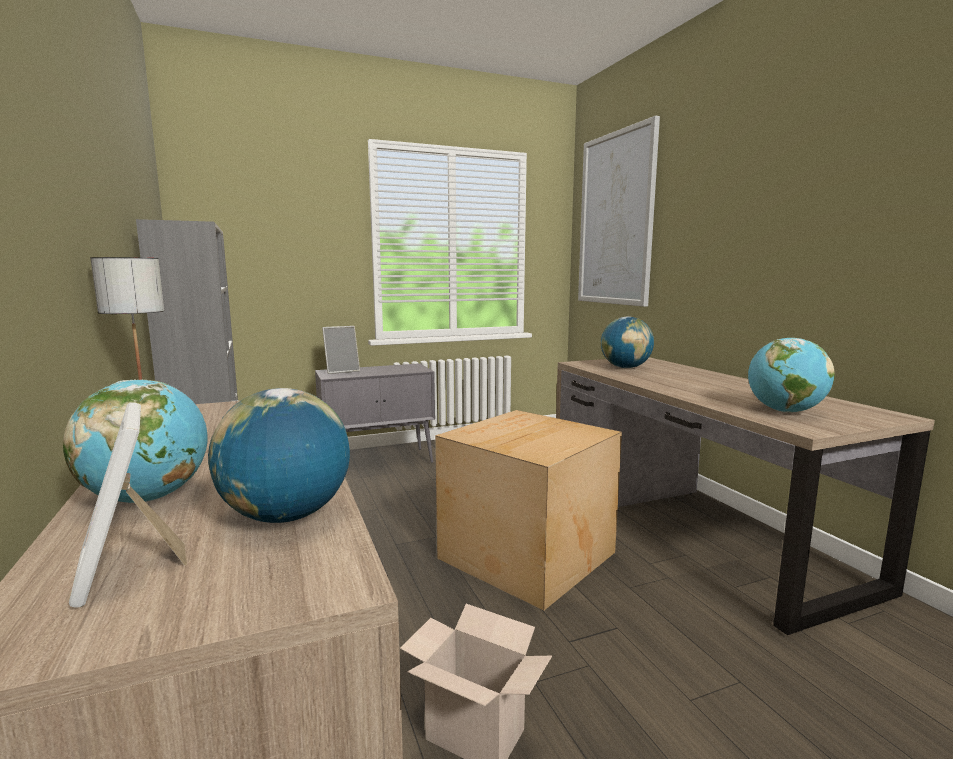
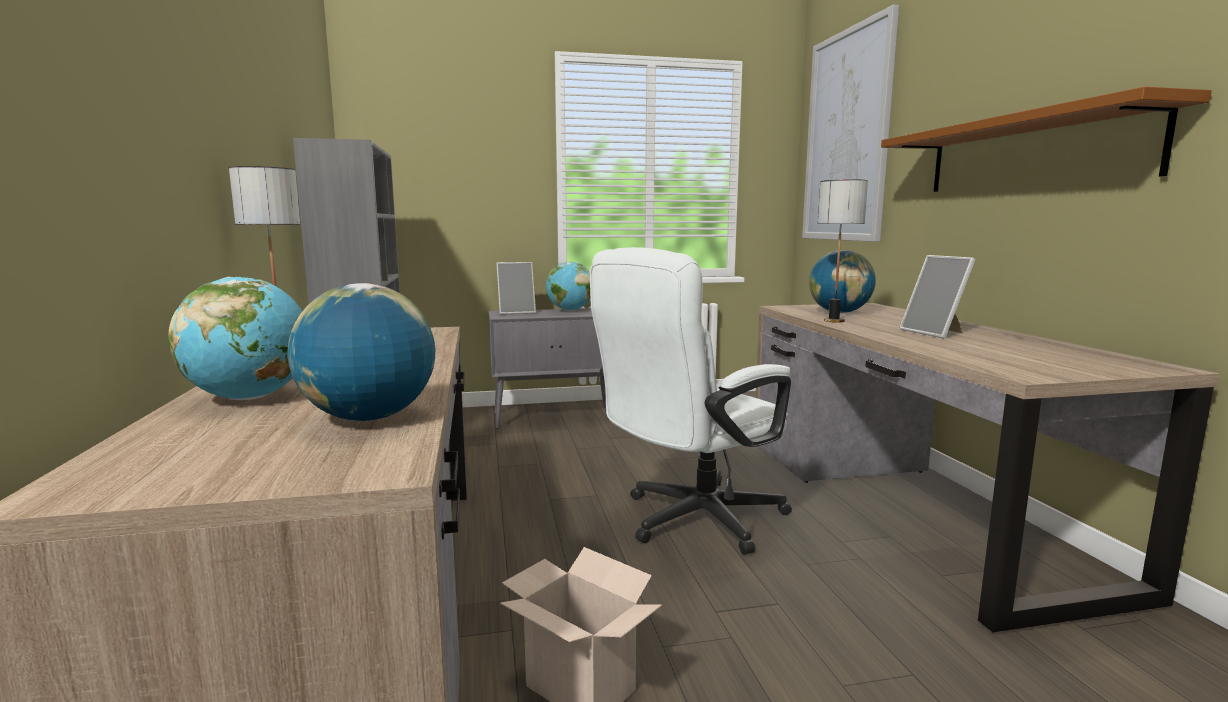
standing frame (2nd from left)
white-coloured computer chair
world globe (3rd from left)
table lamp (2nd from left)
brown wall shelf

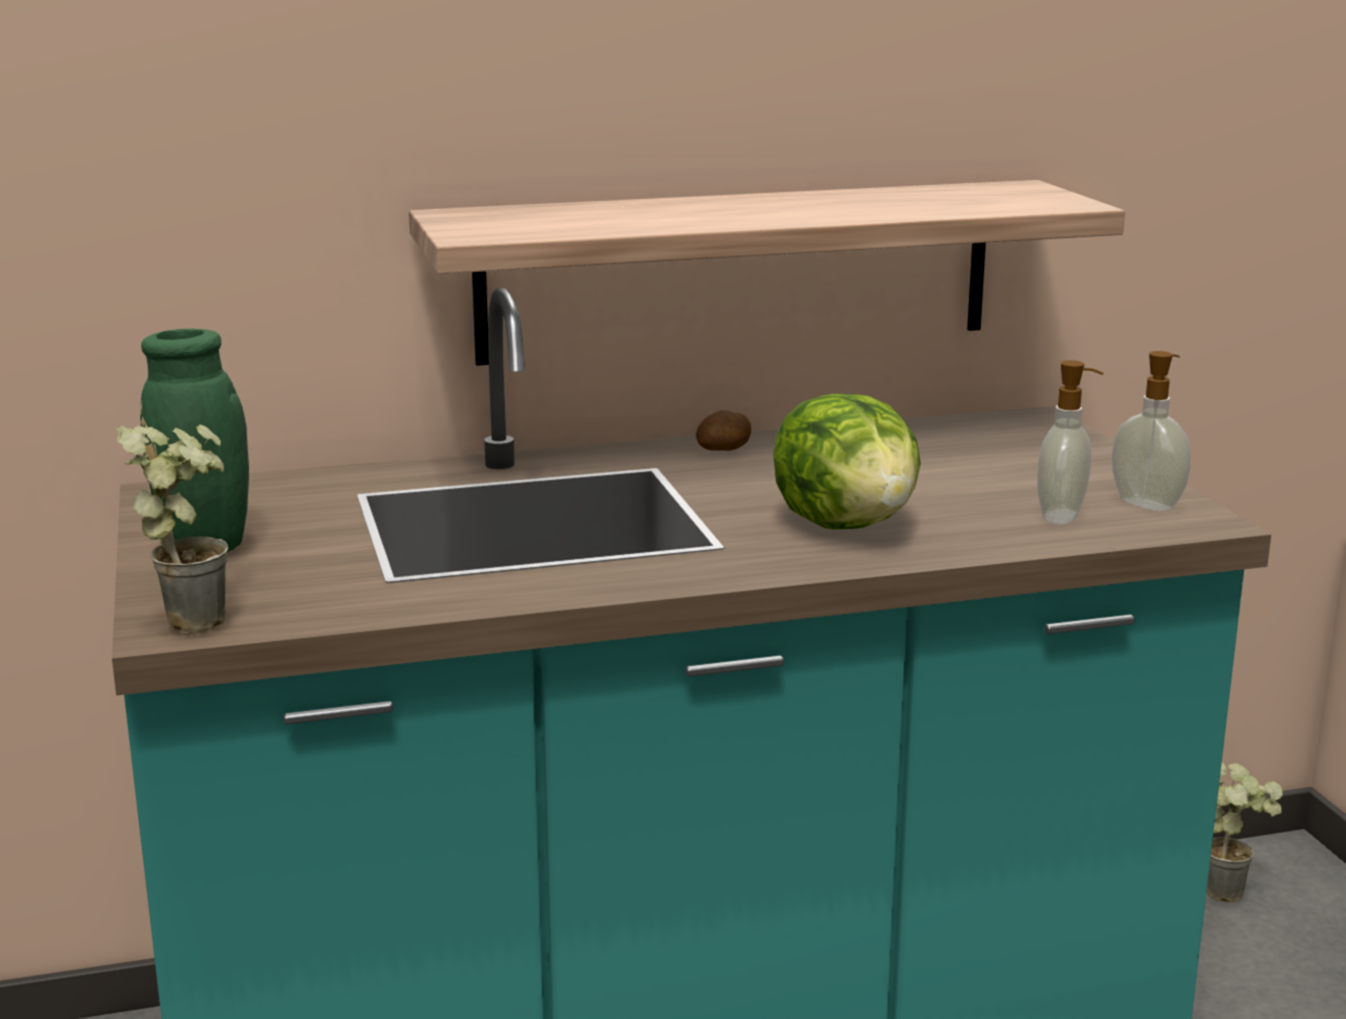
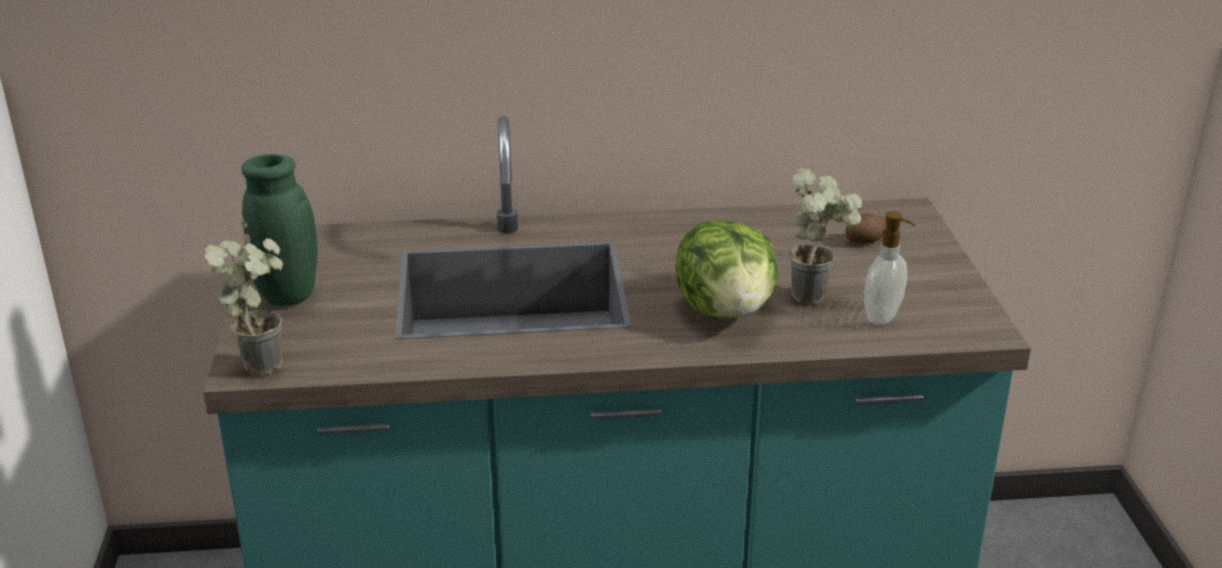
wall shelf
potato
soap bottle (2nd from left in the first image)
potted plant (2nd from left)

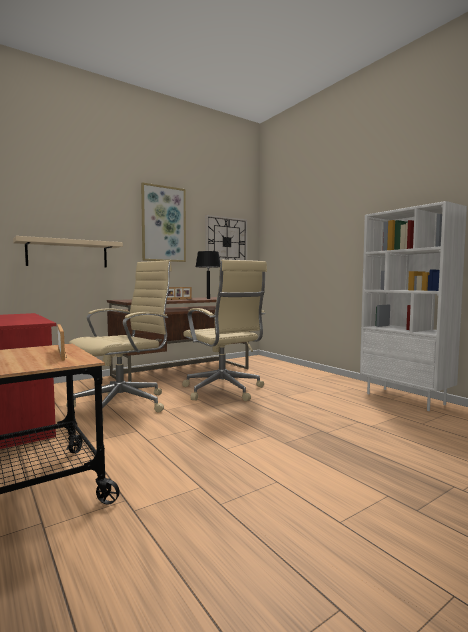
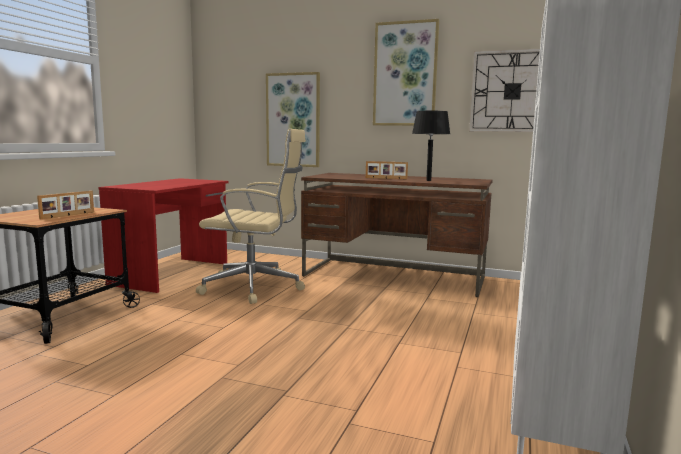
picture (1st from left)
beige computer chair (2nd from left in the first image)

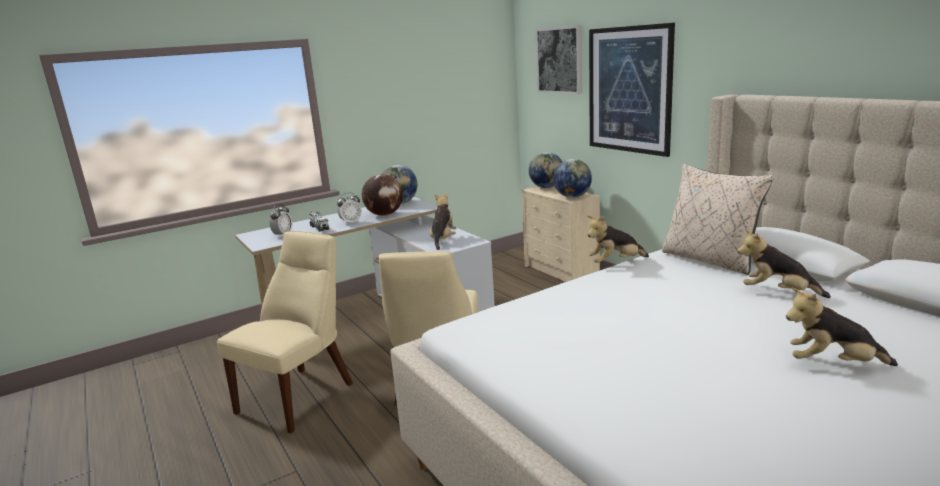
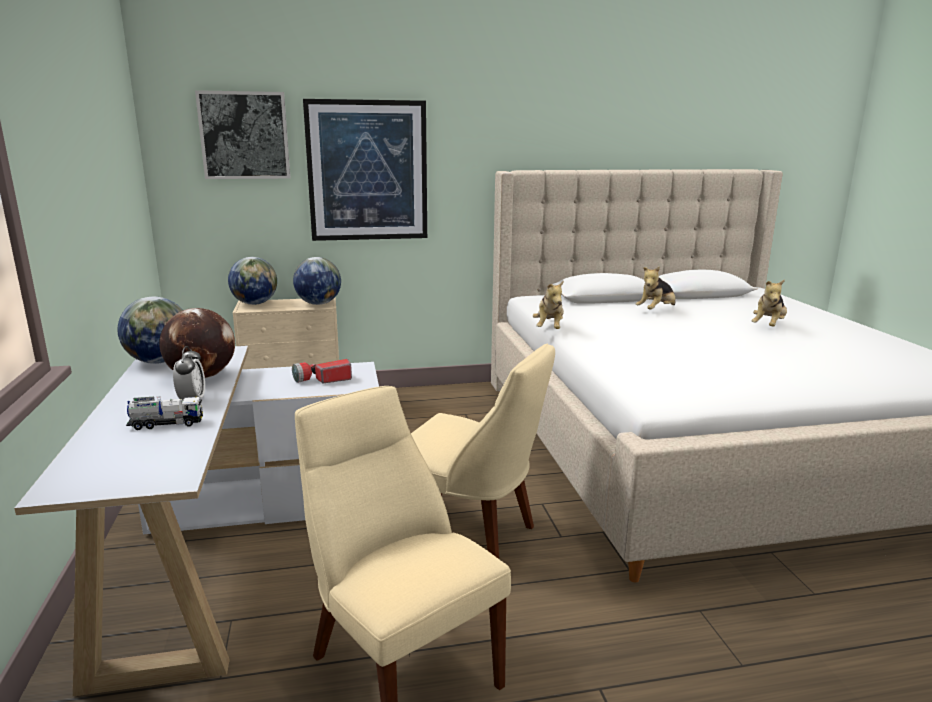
alarm clock (1st from left in the first image)
torch
beige pillow

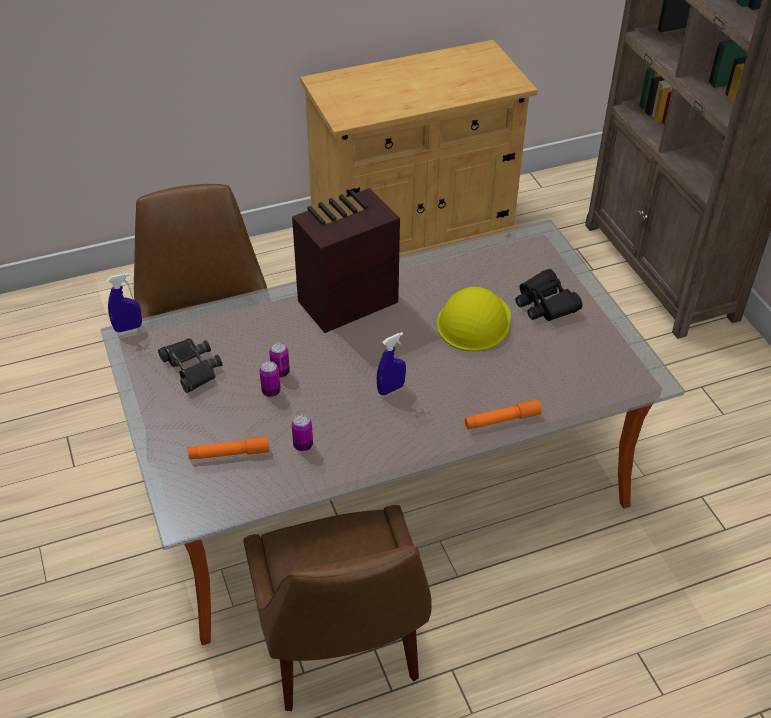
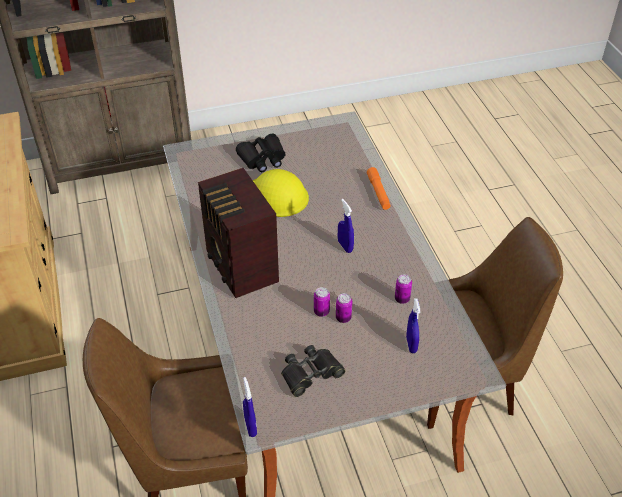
blue hand sprayer (3rd from left)

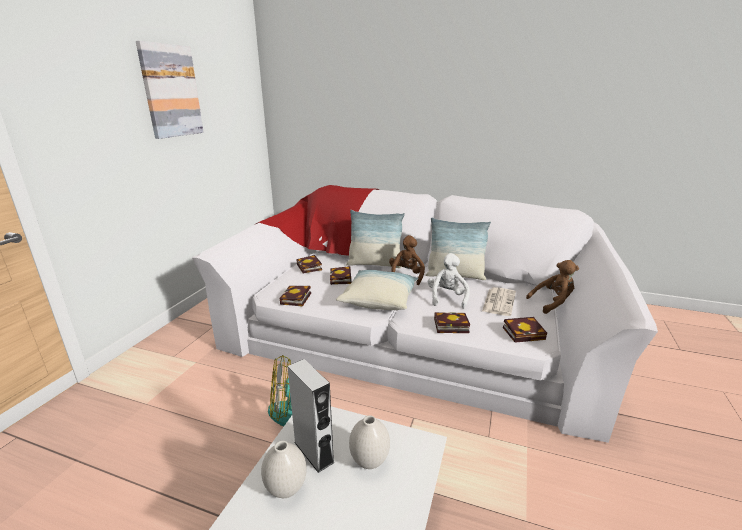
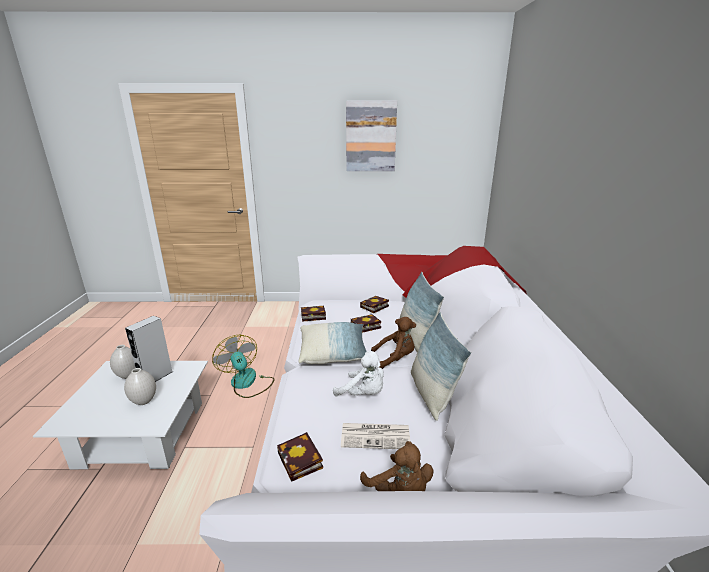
white-coloured cuddly toy
book (4th from left in the first image)

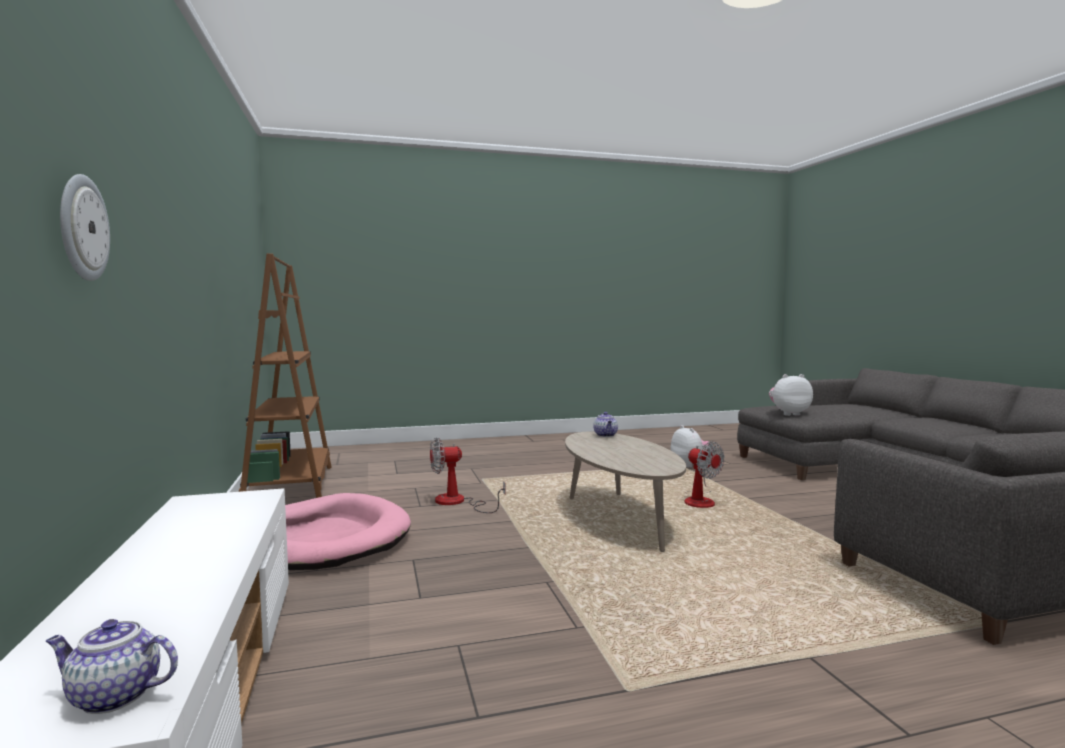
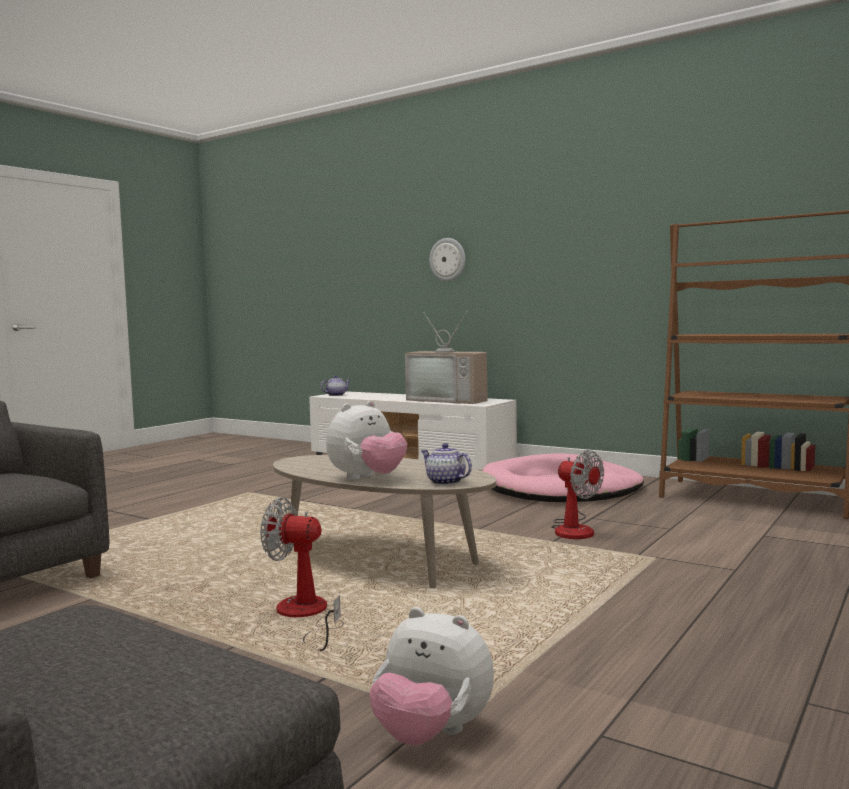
fan (2nd from left)
cuddly toy (1st from left)
television

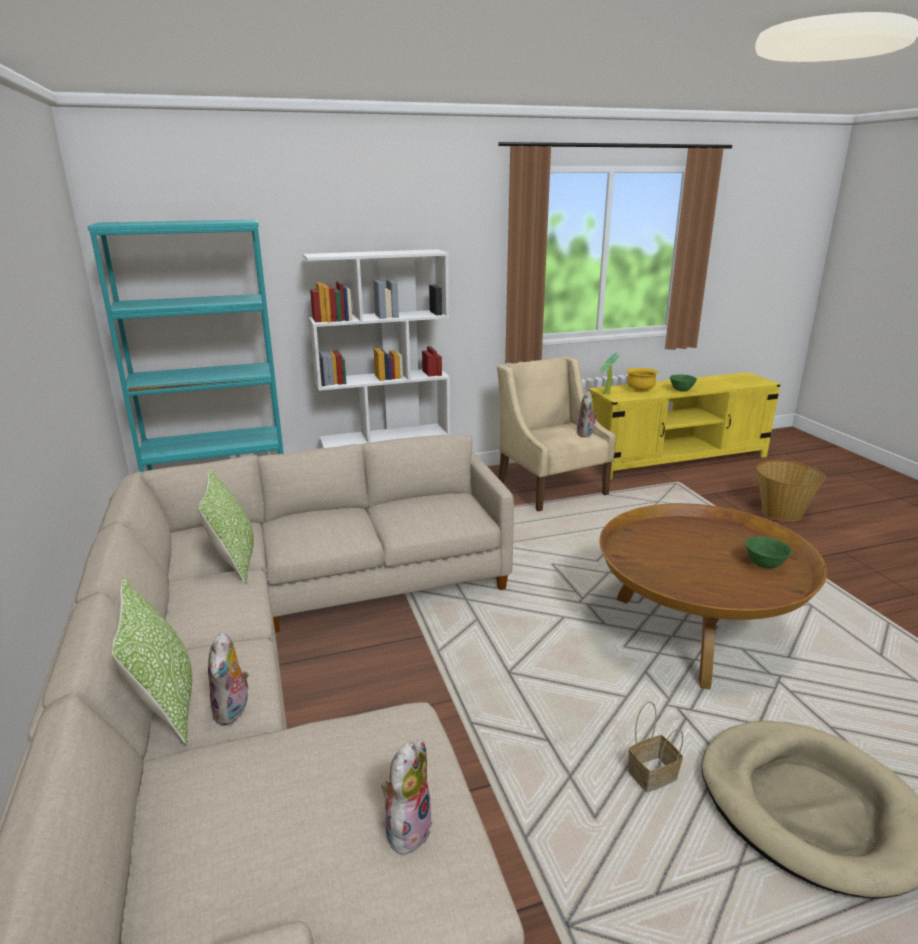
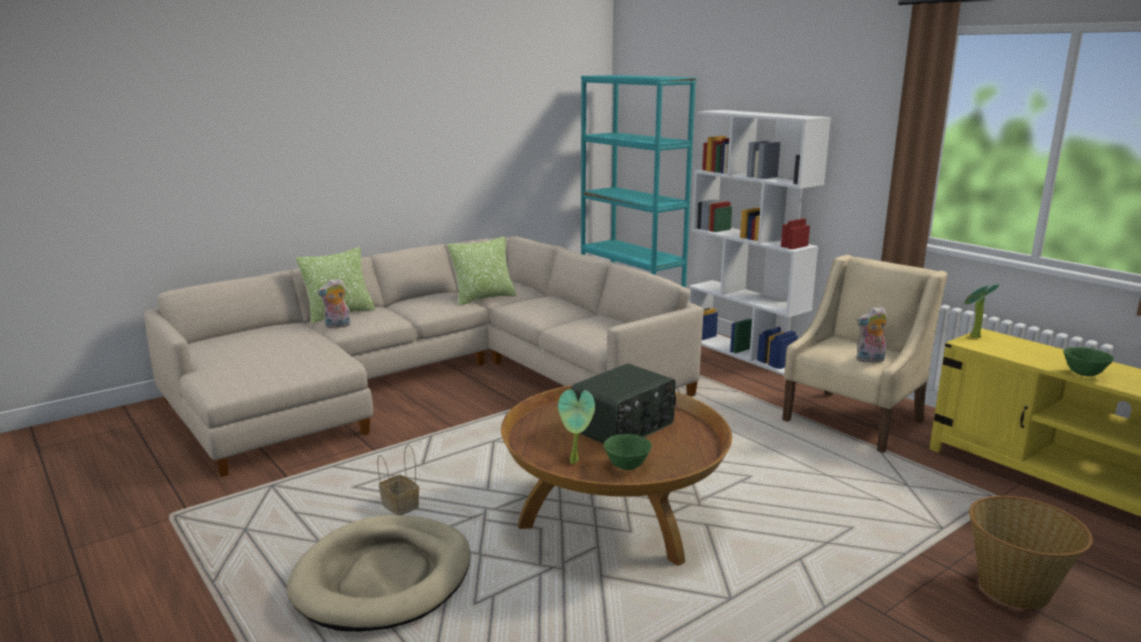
cuddly toy (2nd from left in the first image)
yellow deep dish
potted plant (1st from left)
radio

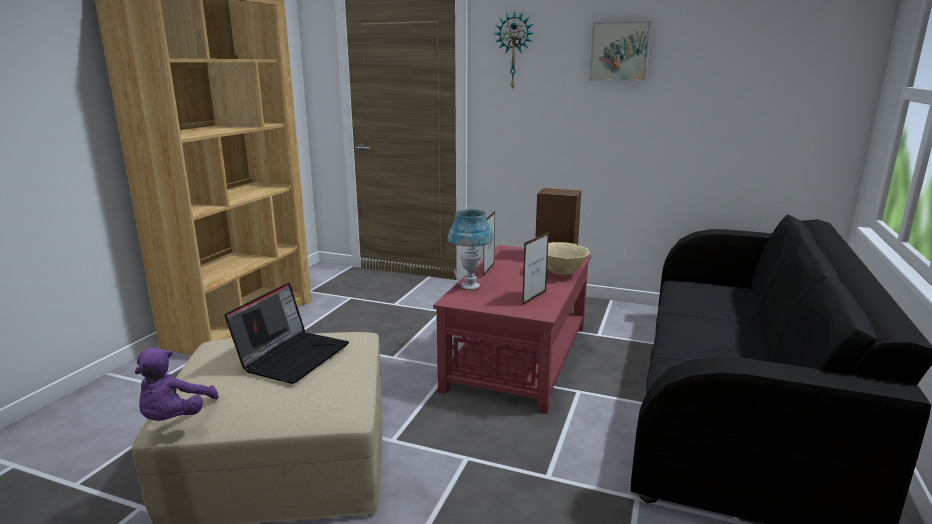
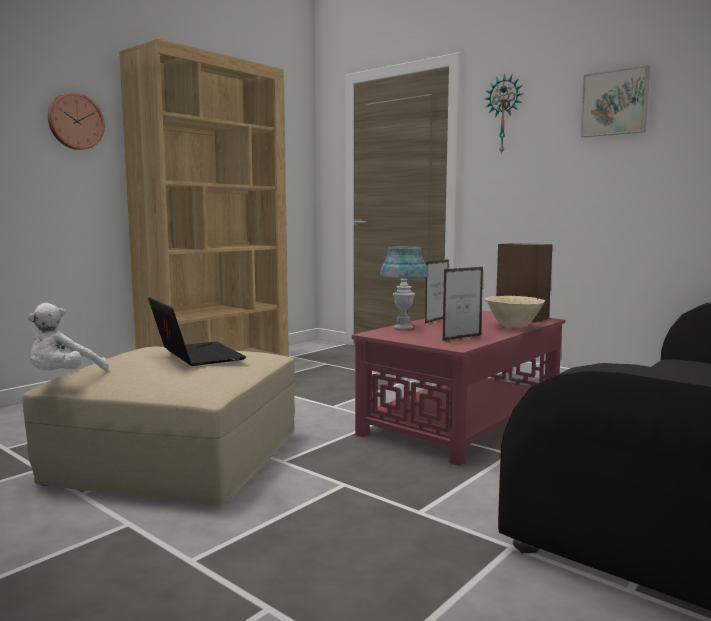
white-coloured cuddly toy
laptop
hanging clock (1st from left)

